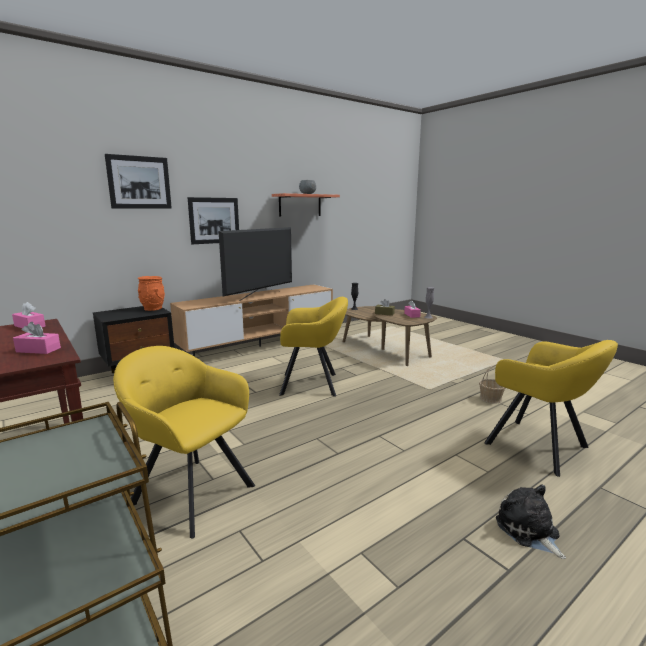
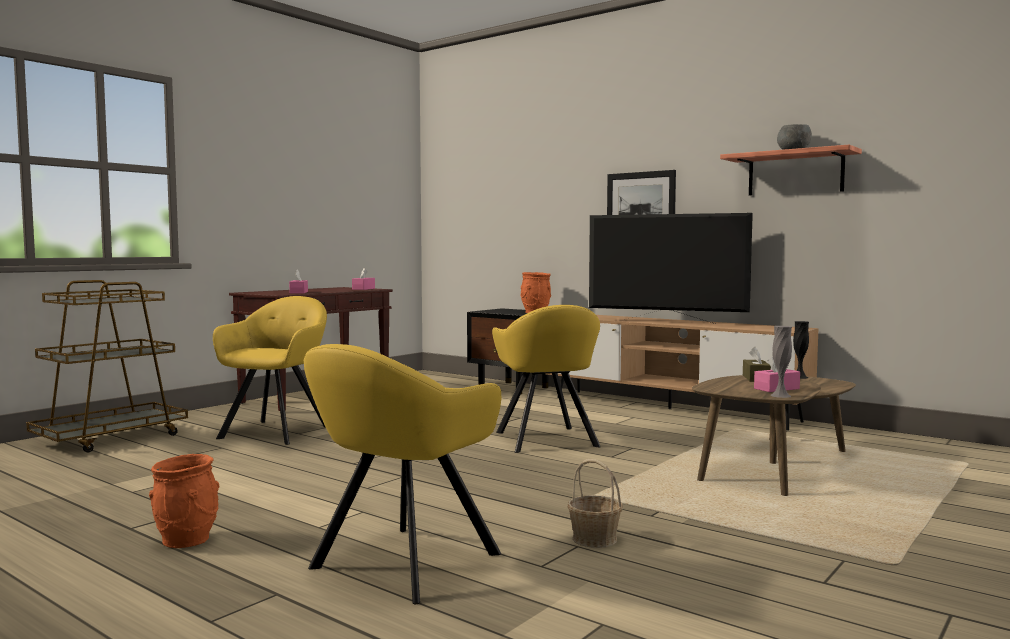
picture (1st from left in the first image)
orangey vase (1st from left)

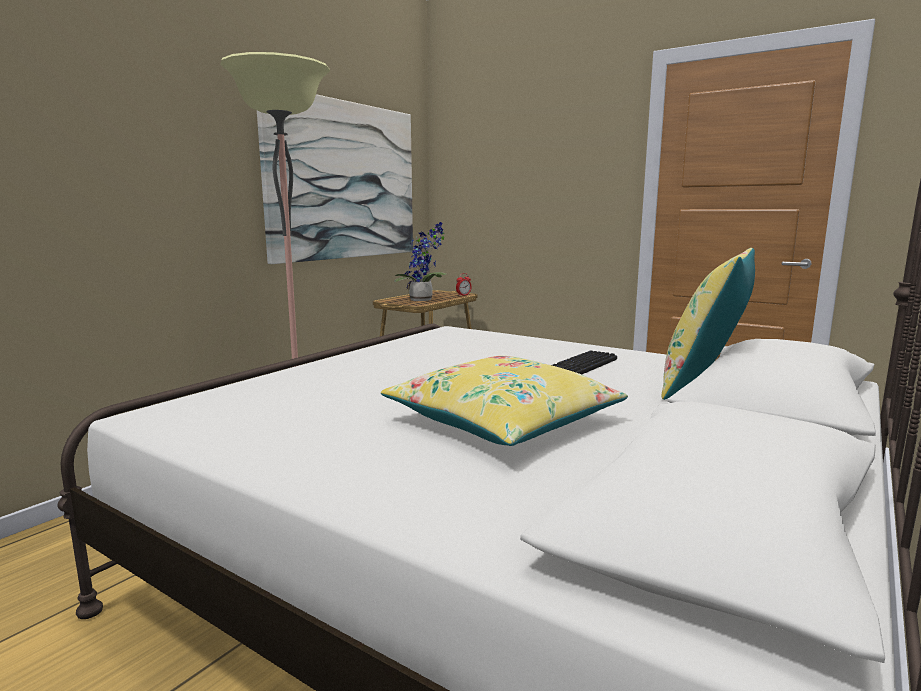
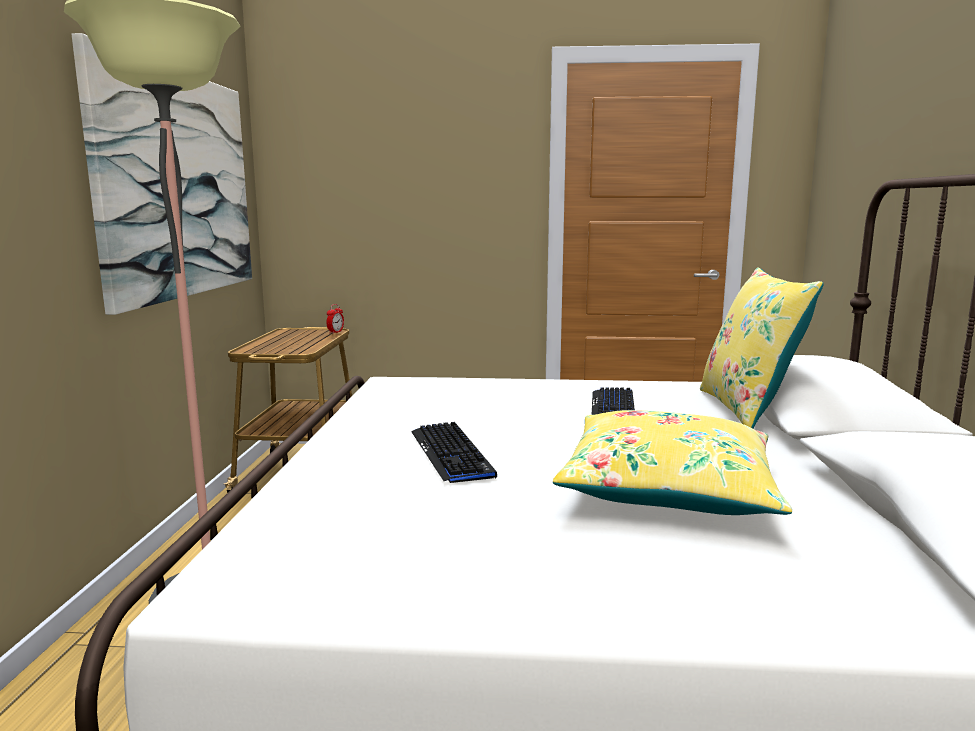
potted plant
PC keyboard (1st from left)

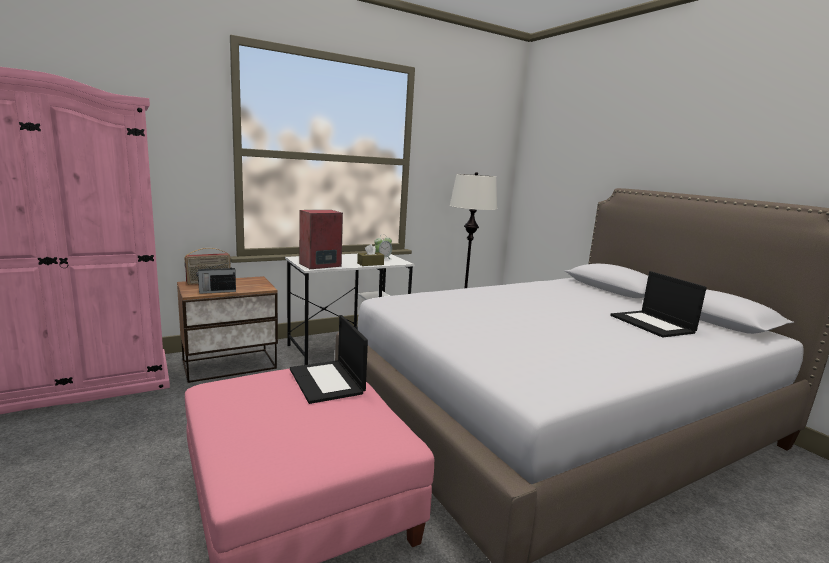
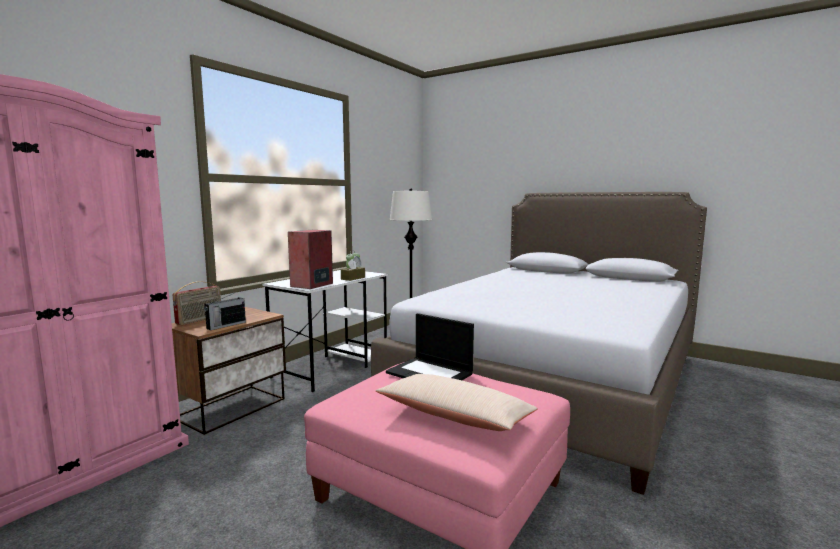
laptop (2nd from left in the first image)
beige pillow

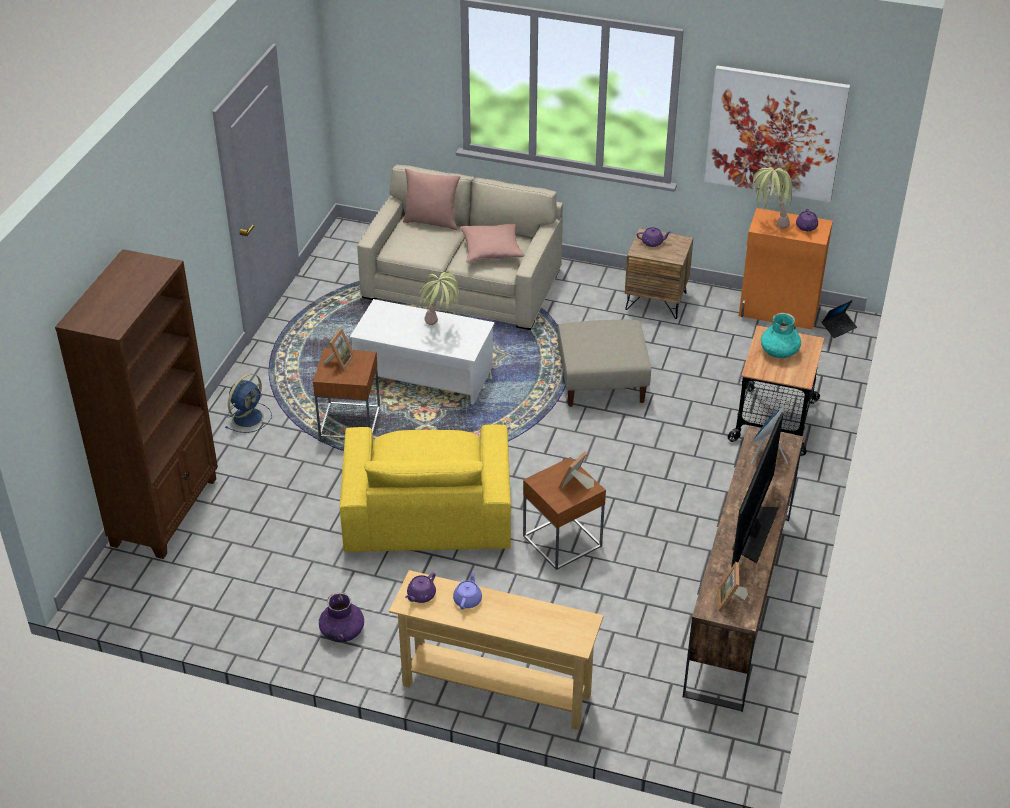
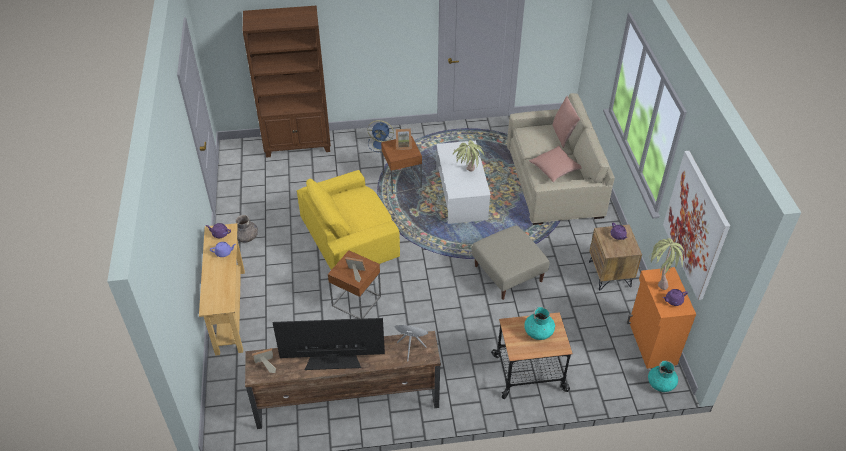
gray vase
blue-green vase (2nd from left)

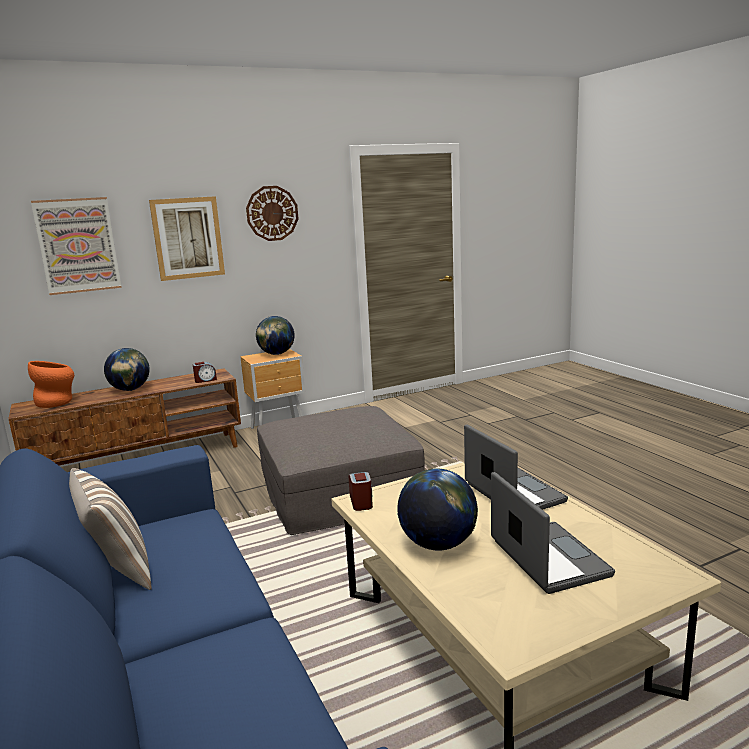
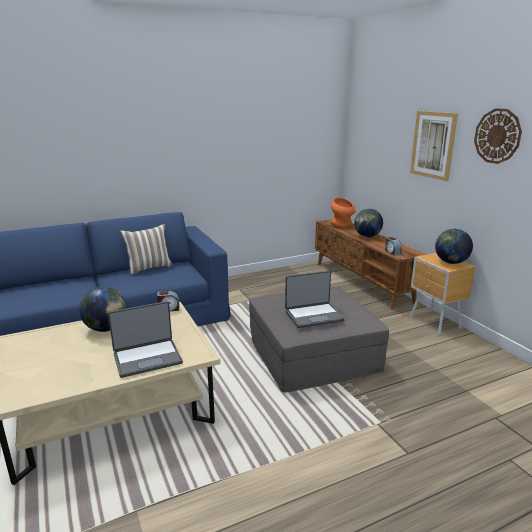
picture (1st from left in the first image)
laptop (2nd from left)

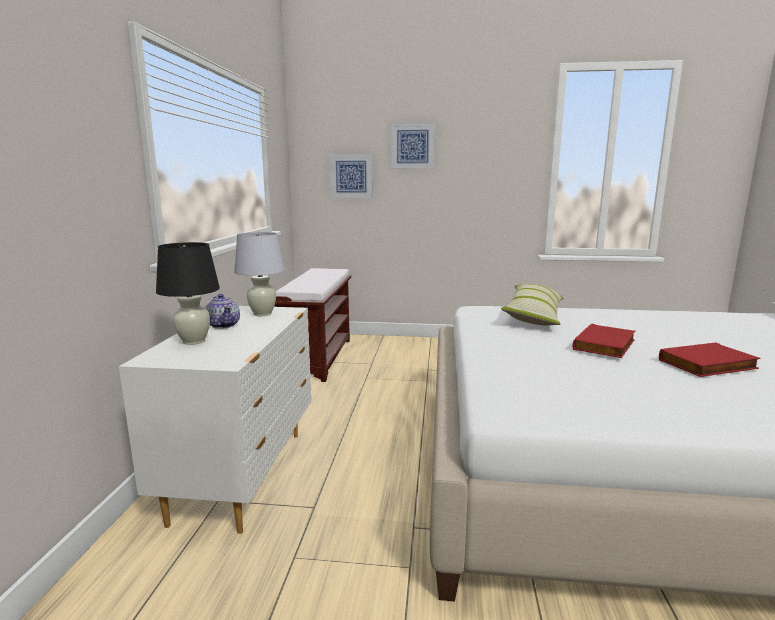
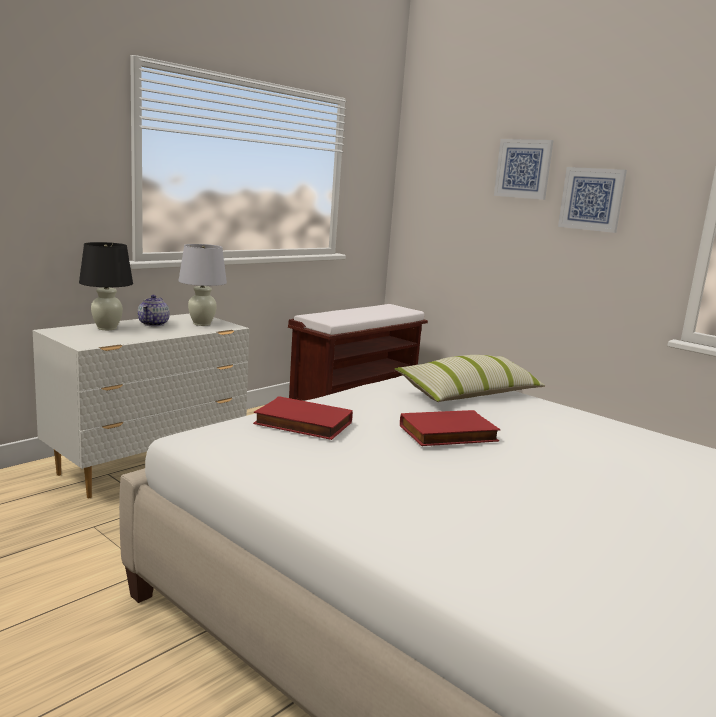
picture (2nd from left)
red book (1st from left)

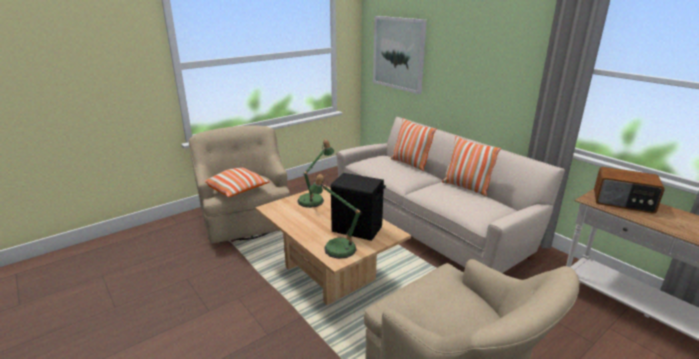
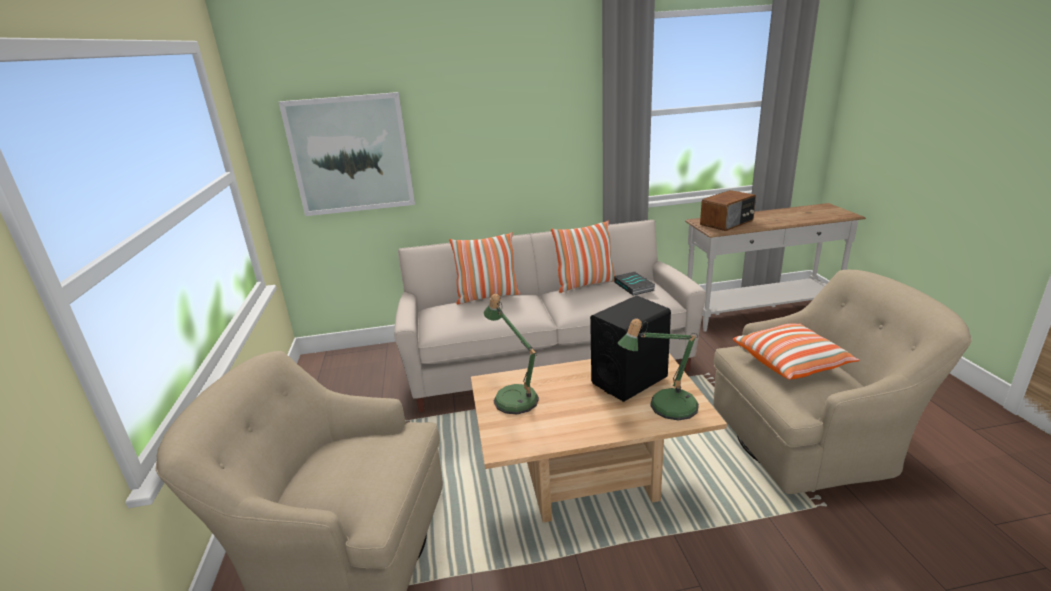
pillow (3rd from left)
book

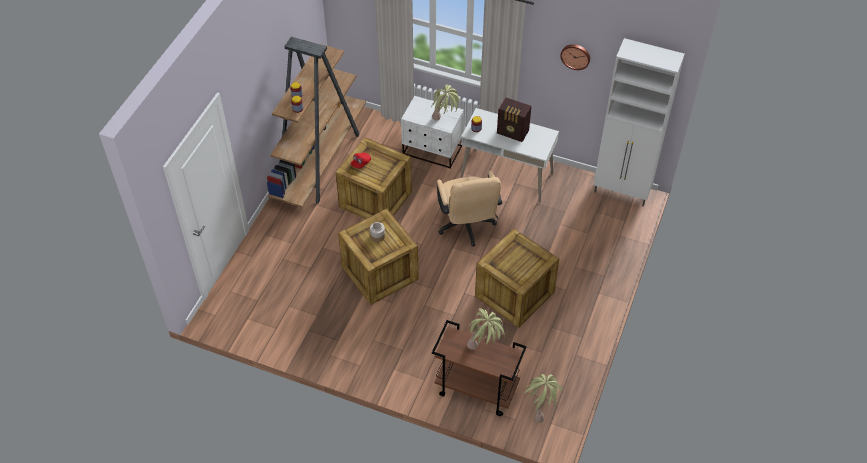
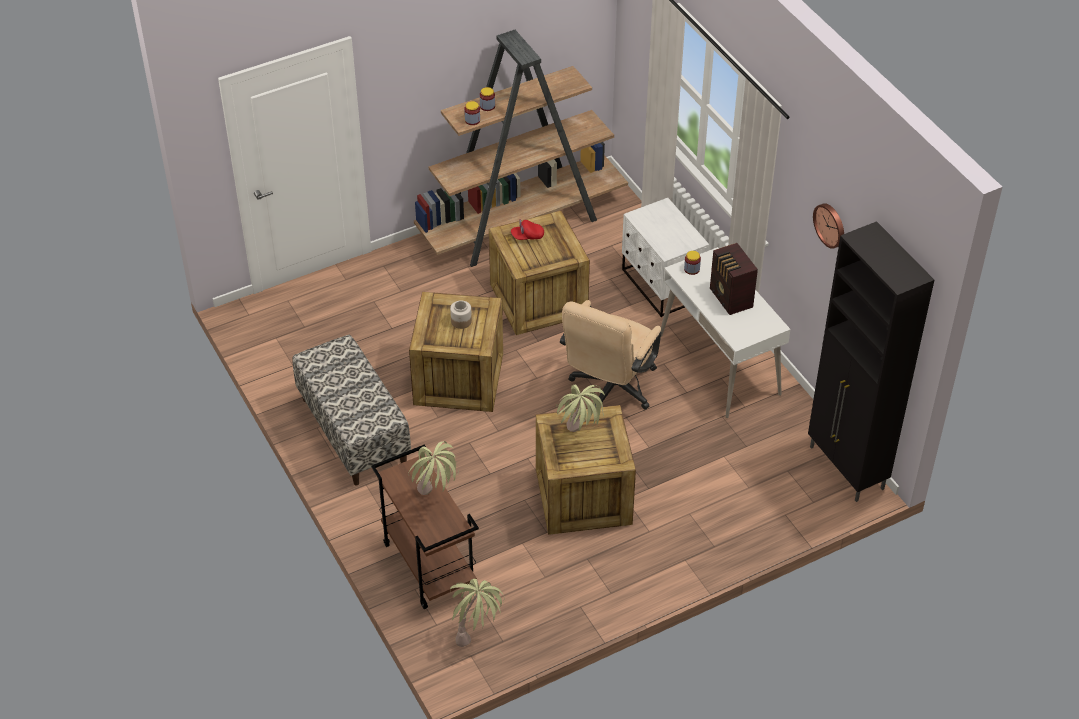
potted plant (3rd from left)
black-coloured cupboard
bench

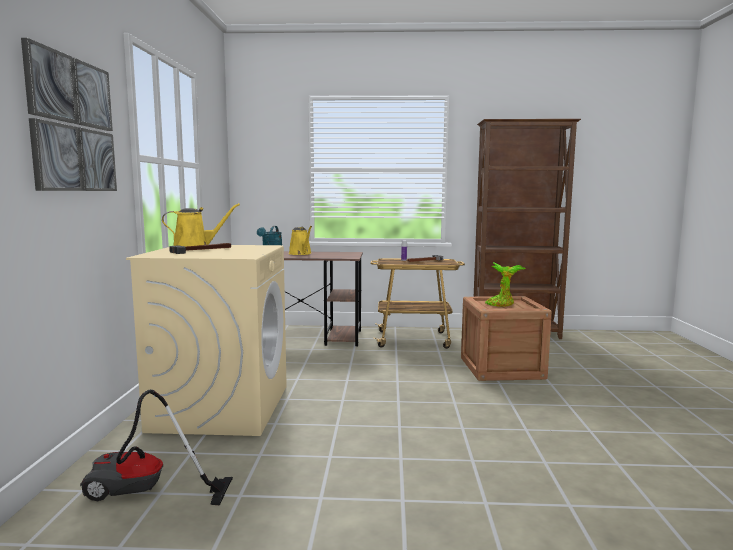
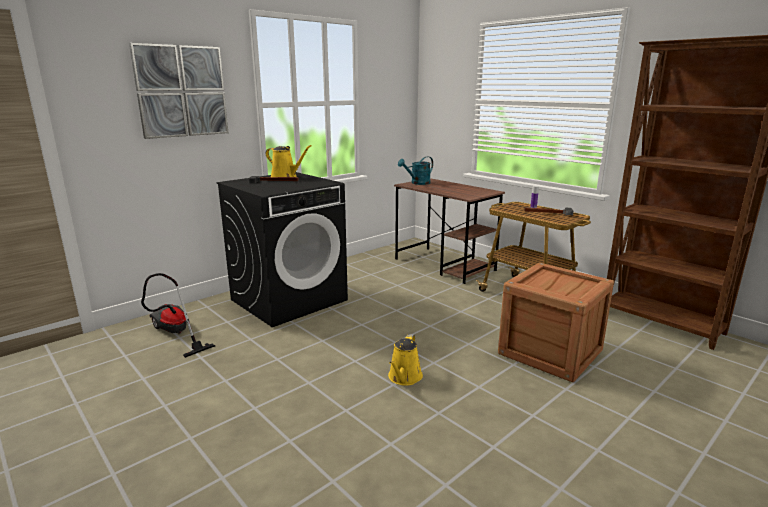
black-coloured laundry machine
yellow watering pot (2nd from left)
potted plant

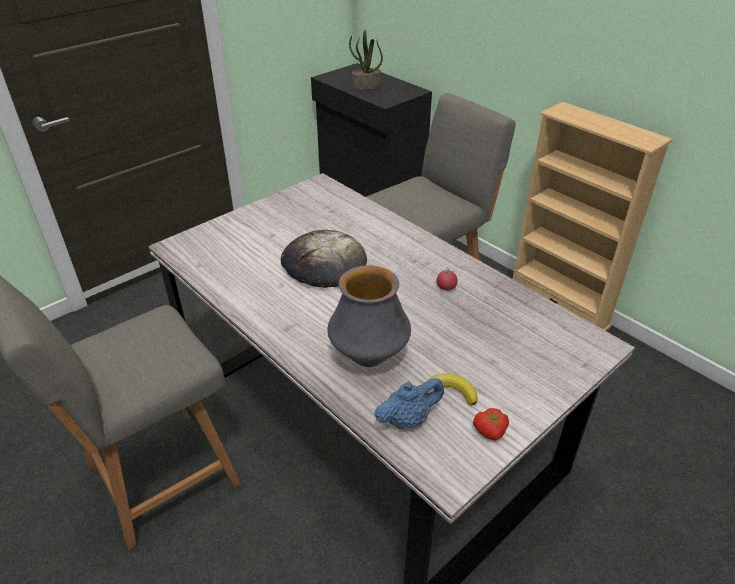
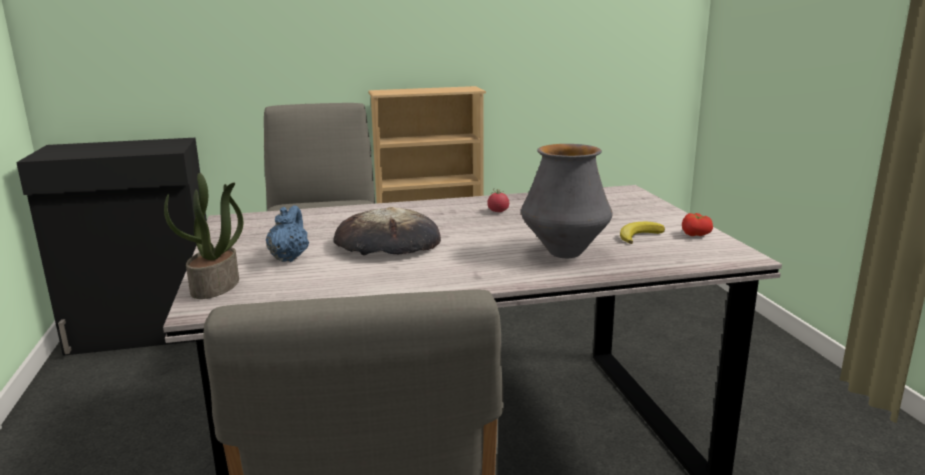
potted plant
blue tea pot

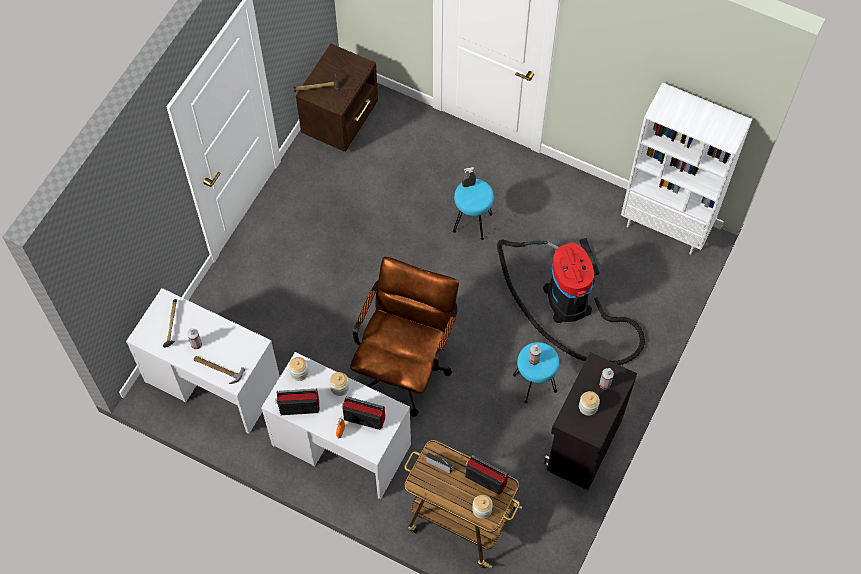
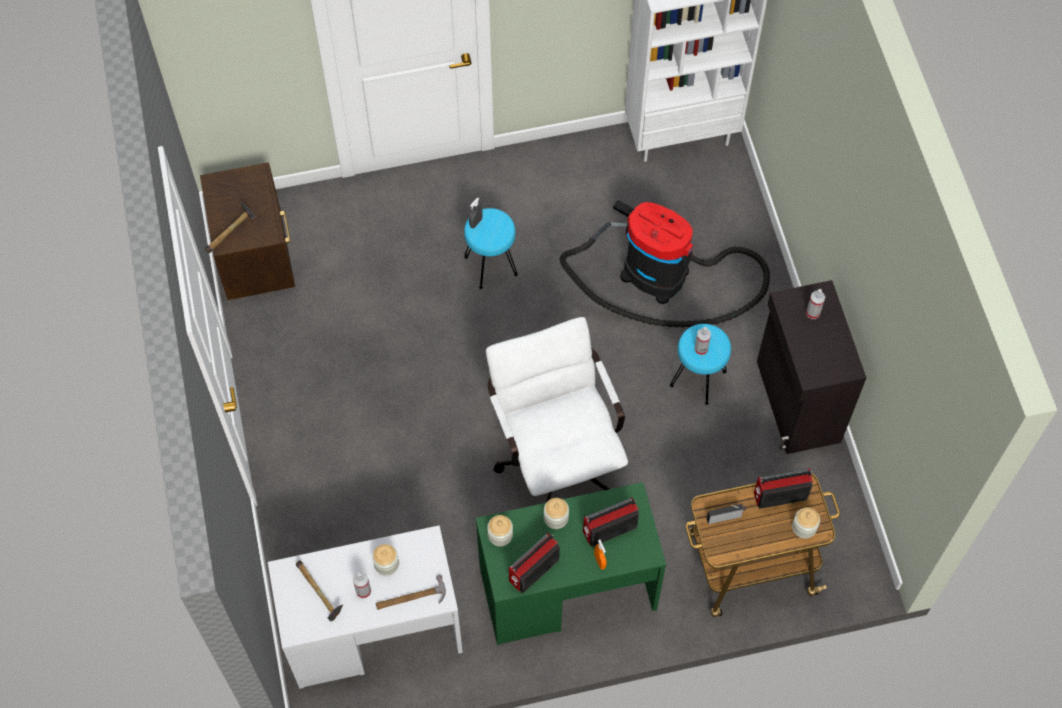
green desk
white-coloured computer chair
jar (1st from left)

